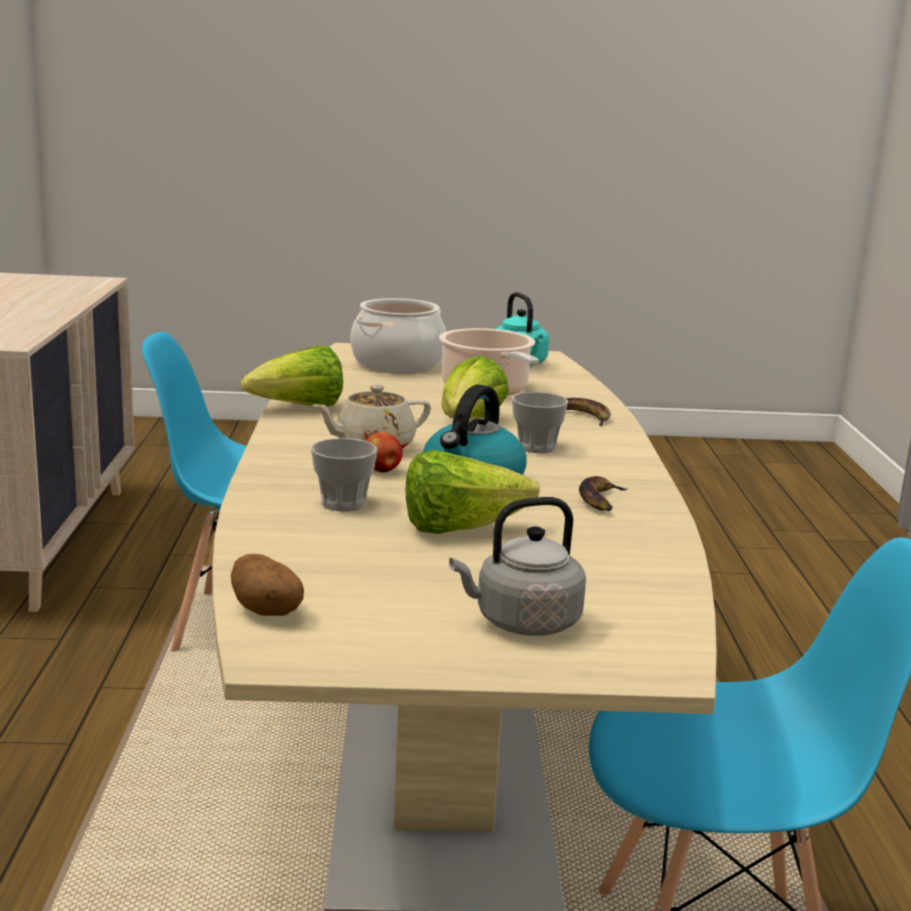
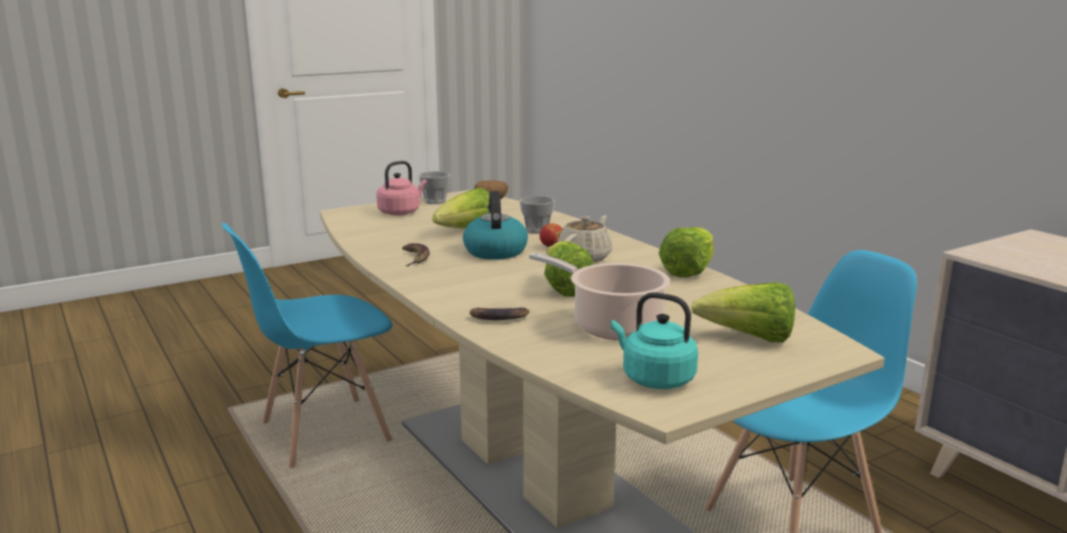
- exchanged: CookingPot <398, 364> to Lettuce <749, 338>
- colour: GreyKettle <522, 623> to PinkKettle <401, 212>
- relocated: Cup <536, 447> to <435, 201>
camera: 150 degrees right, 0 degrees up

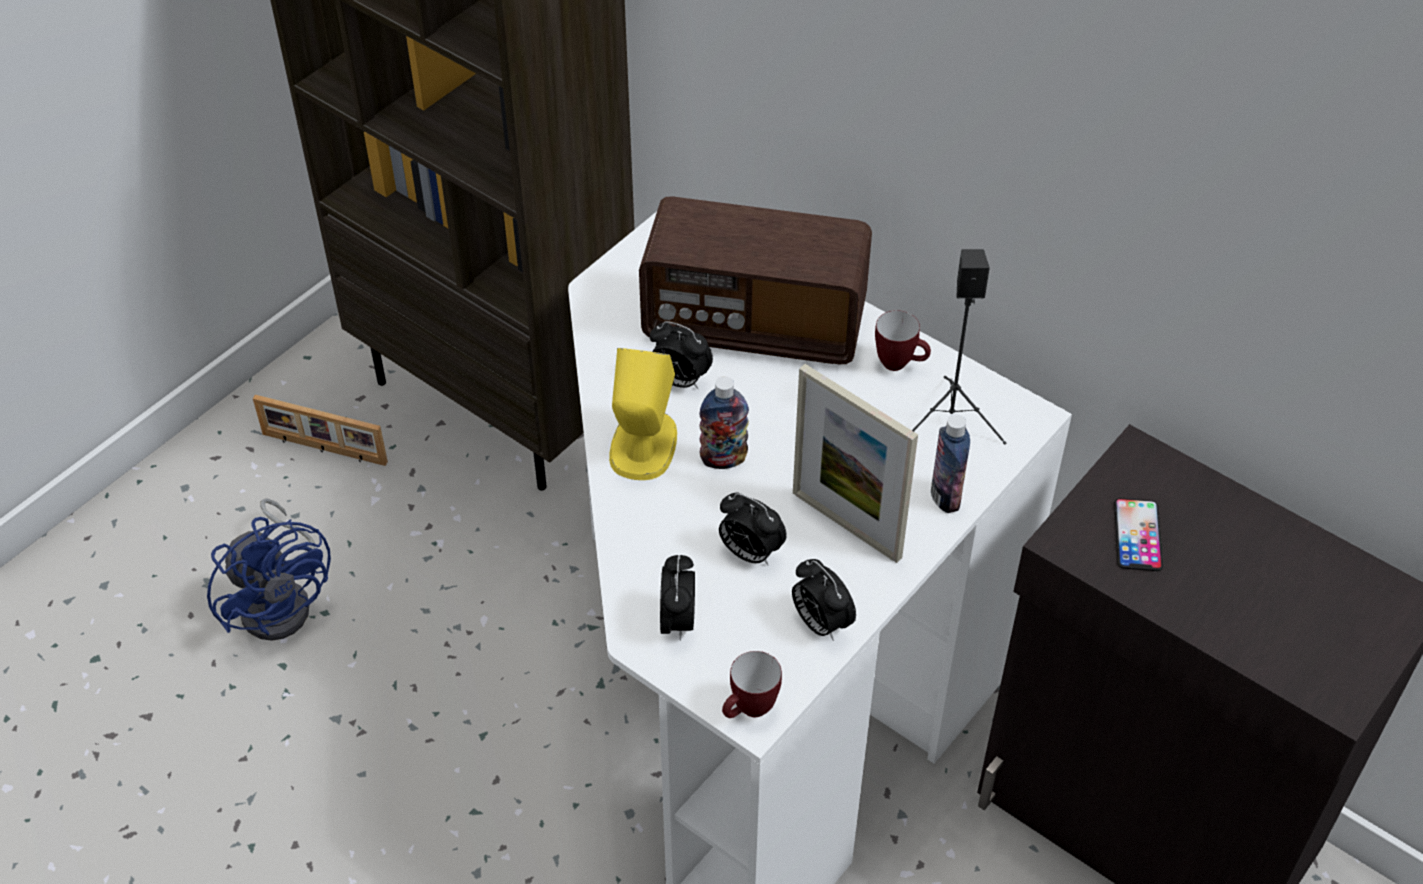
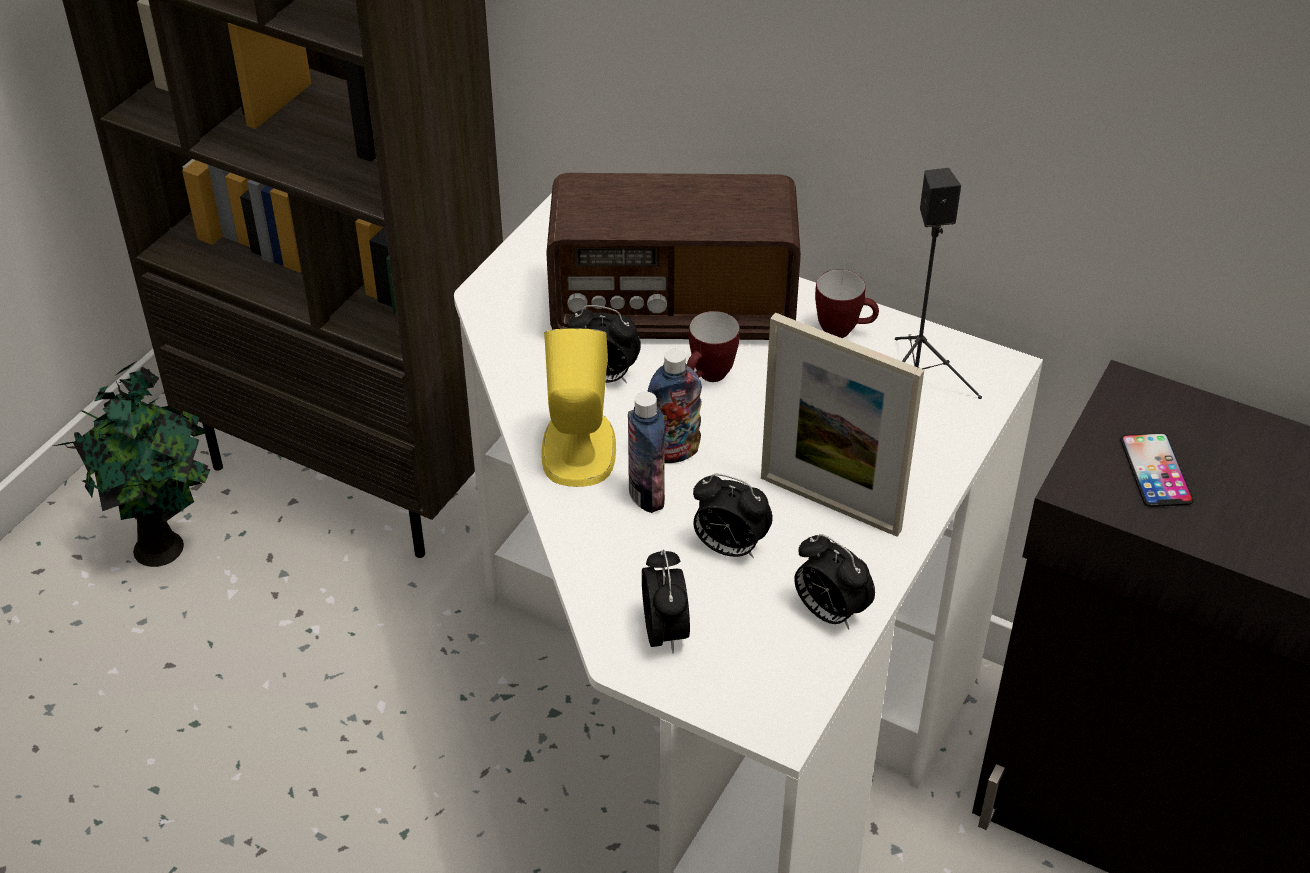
- missing: BlueFan <282, 600>
- exchanged: PictureFrame <323, 449> to PottedPlant <163, 546>
- relocated: Mug <749, 712> to <709, 378>
- relocated: Bottle <945, 497> to <646, 495>
camera: 10 degrees left, 5 degrees down

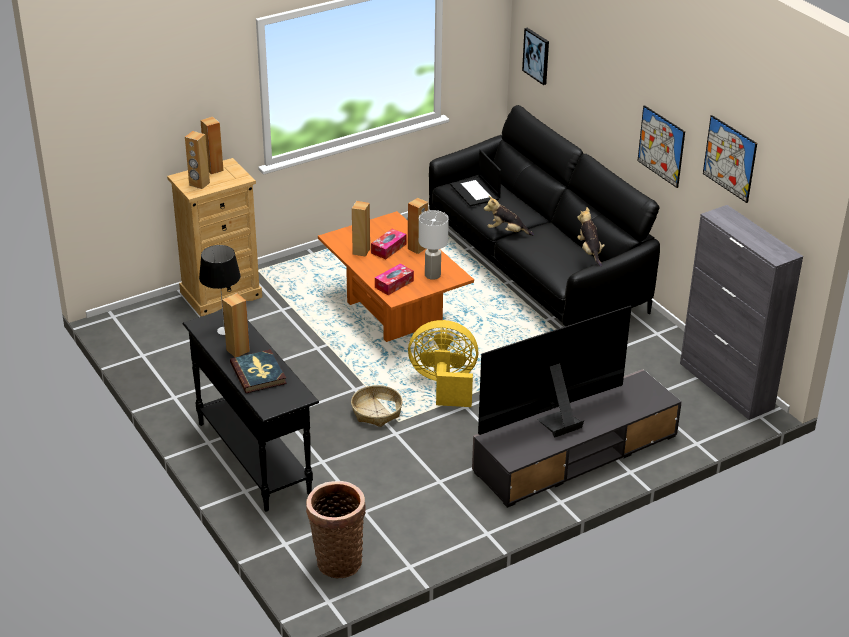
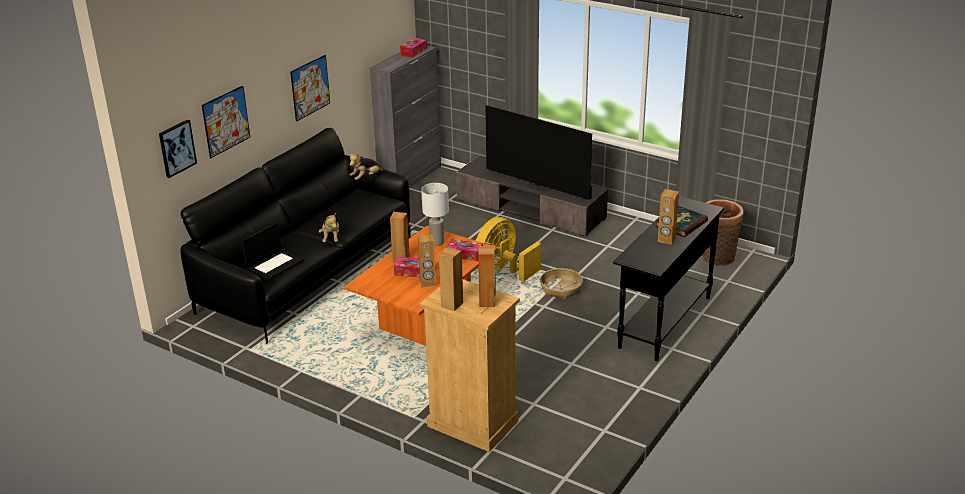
- missing: TableLamp <223, 330>
- spun: YellowFan <444, 385> = <502, 271> 60 degrees clockwise
- relocated: Picture <729, 158> to <226, 121>
- appeared: TissueBox <413, 52>
camera: 115 degrees left, 5 degrees down

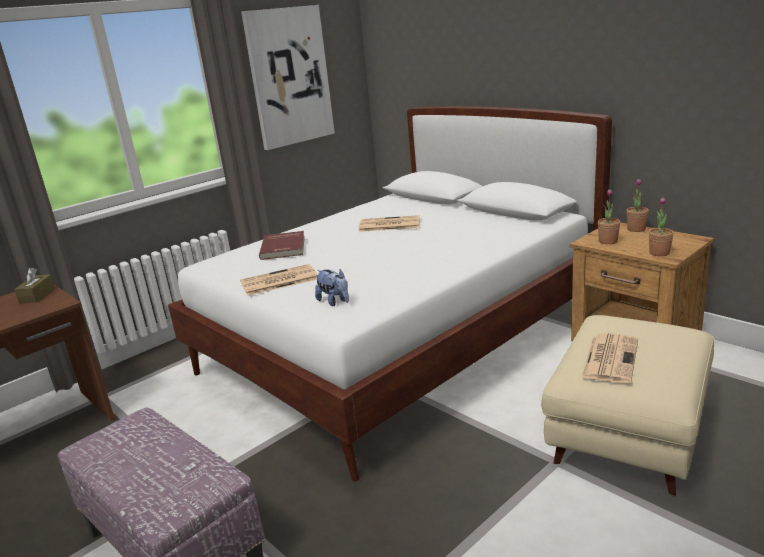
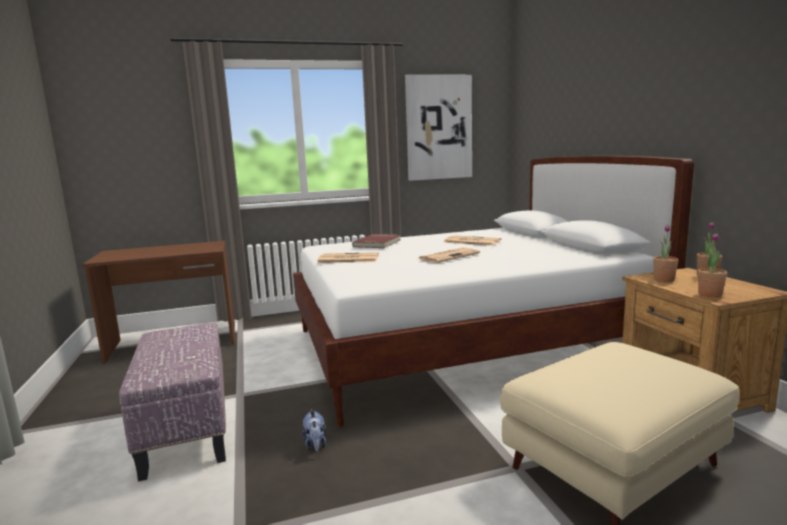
- missing: BrownTissueBox <37, 295>
- relocated: PlushToy <334, 302> to <315, 444>
- relocated: Newspaper <610, 358> to <449, 256>
camera: 25 degrees right, 10 degrees down

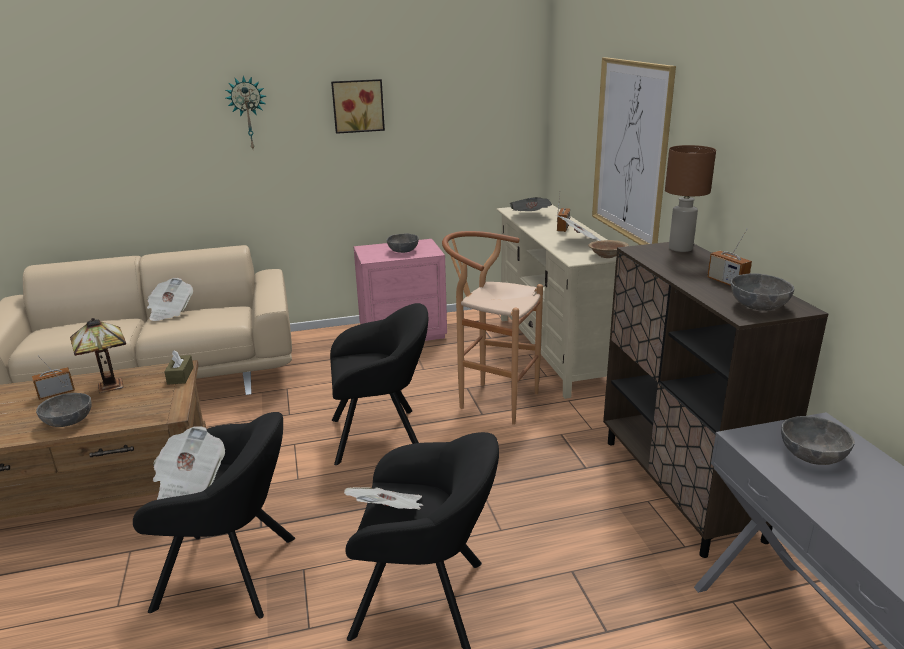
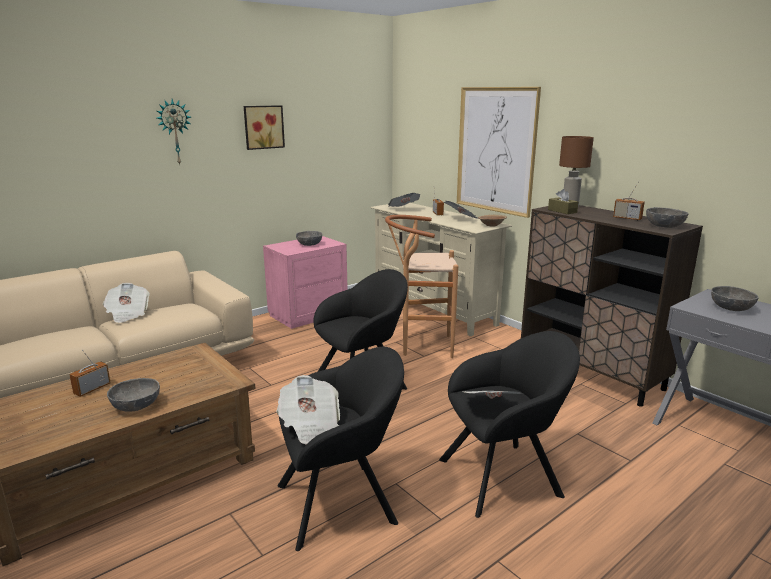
- missing: TableLamp <108, 387>
- relocated: BrownTissueBox <180, 376> to <562, 211>
camera: 25 degrees left, 5 degrees down

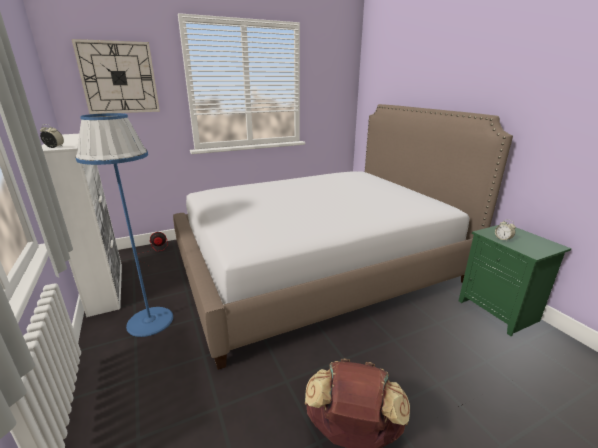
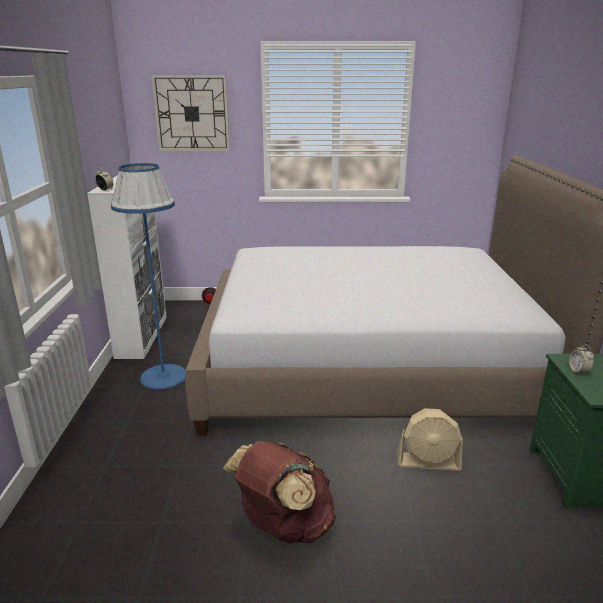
- appeared: BeigeFan <428, 462>
camera: 25 degrees right, 0 degrees up

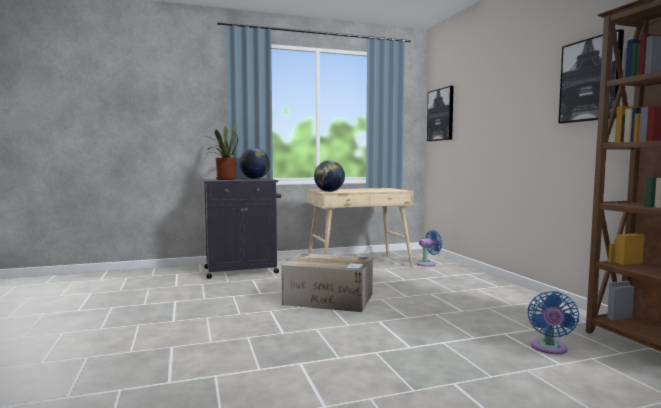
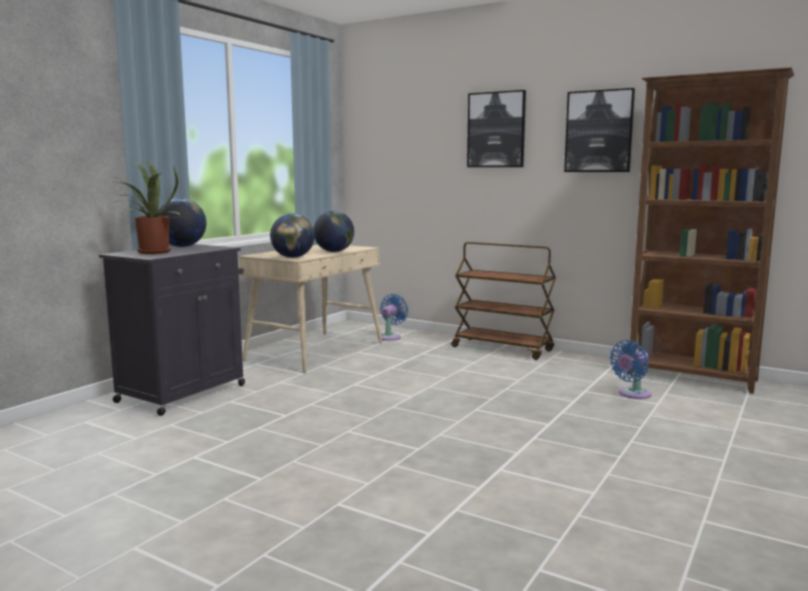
- missing: CardboardBox <330, 299>
- relocated: Picture <441, 115> to <496, 130>
- spun: BlueFan <549, 348> = <632, 394> 75 degrees clockwise
- appeared: Globe <334, 252>
- appeared: BrownCart <503, 349>
camera: 40 degrees left, 5 degrees up

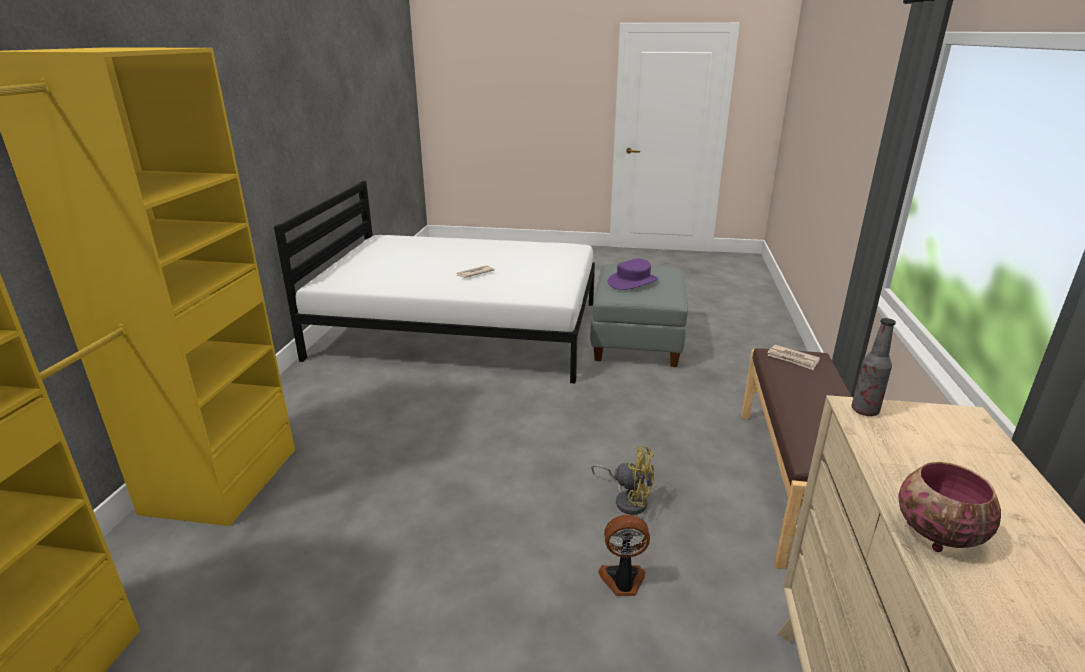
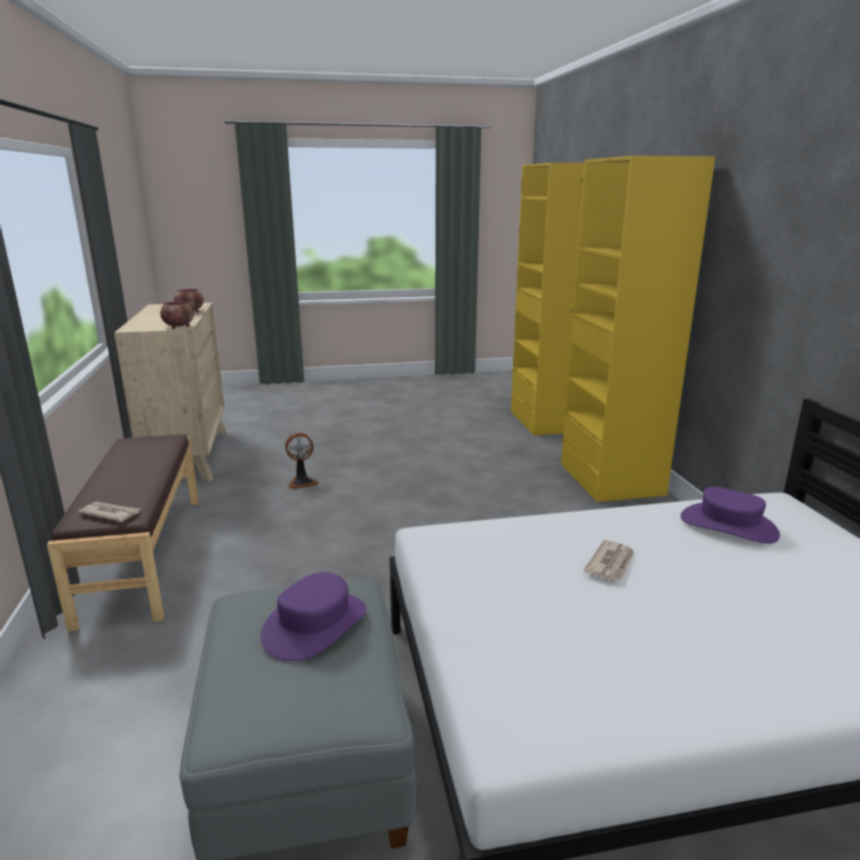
- missing: YellowFan <628, 499>
- exchanged: Bottle <864, 411> to Bowl <179, 327>
- appeared: PurpleHat <728, 525>
camera: 160 degrees right, 5 degrees down

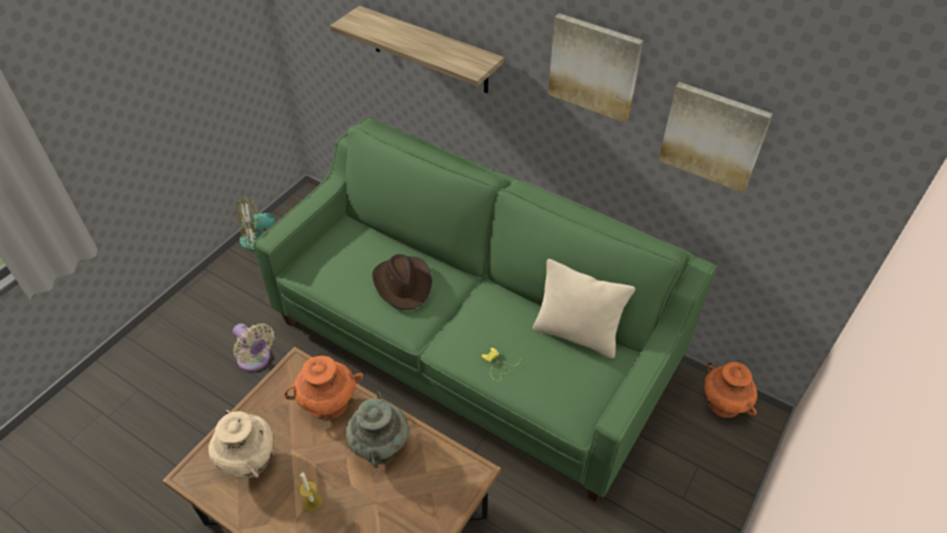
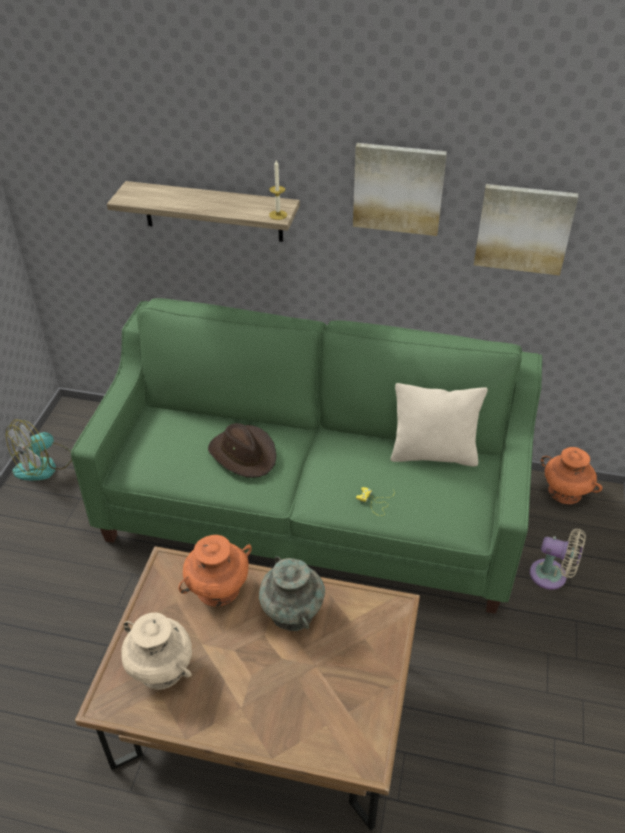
- relocated: BeigeFan <256, 360> to <552, 576>
- relocated: Candle <312, 502> to <278, 215>
camera: 20 degrees left, 5 degrees down

